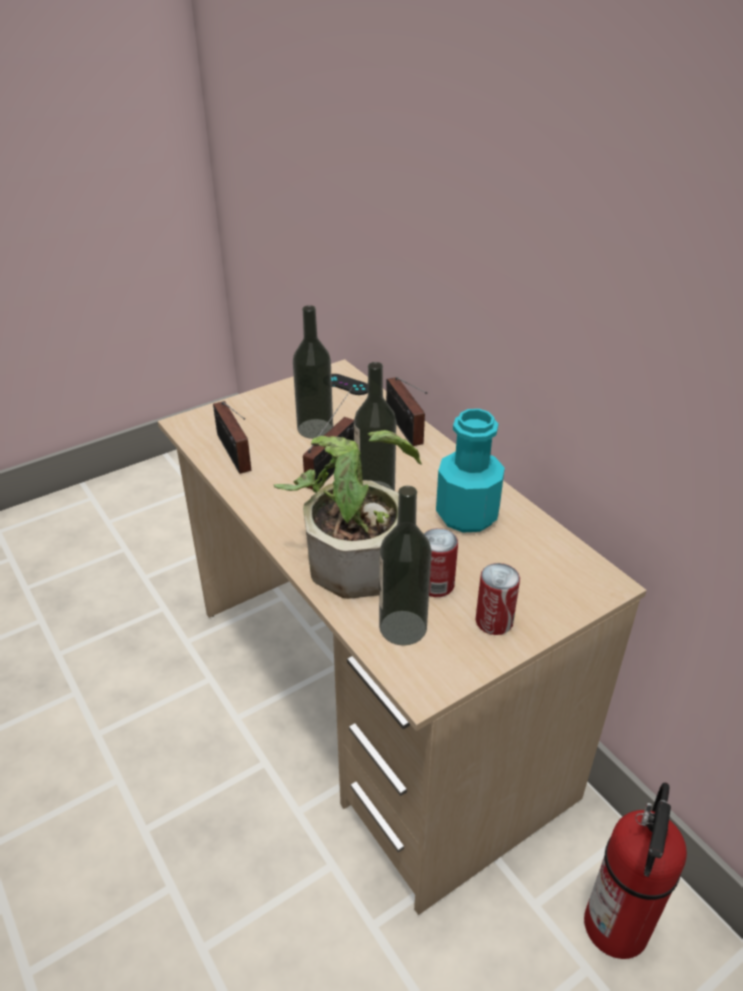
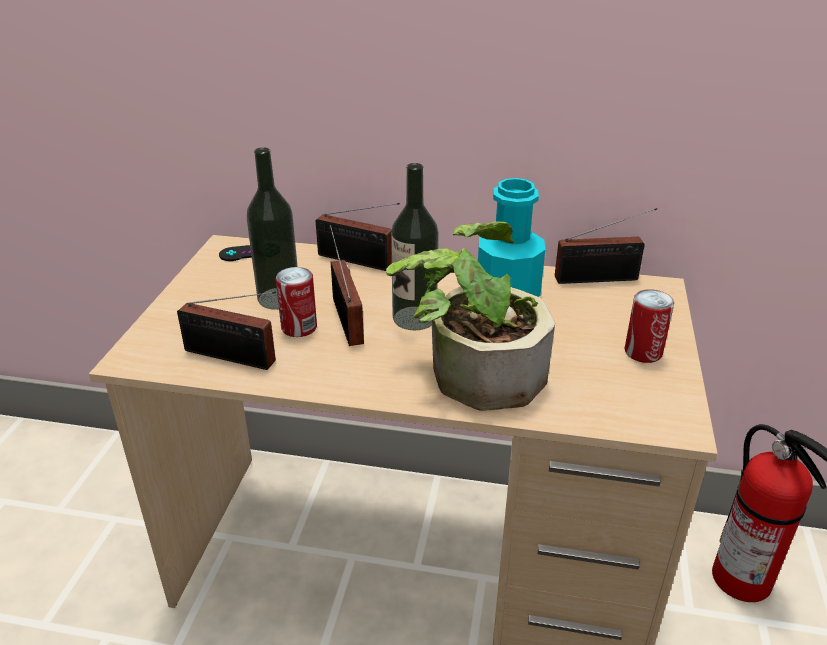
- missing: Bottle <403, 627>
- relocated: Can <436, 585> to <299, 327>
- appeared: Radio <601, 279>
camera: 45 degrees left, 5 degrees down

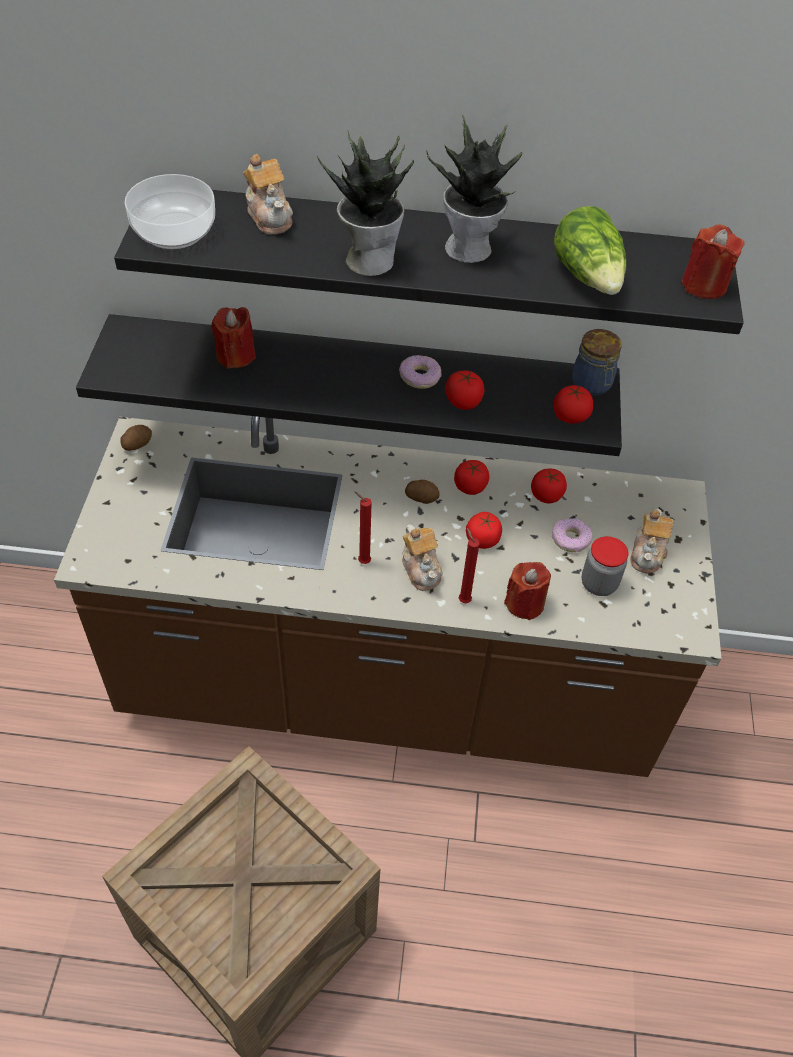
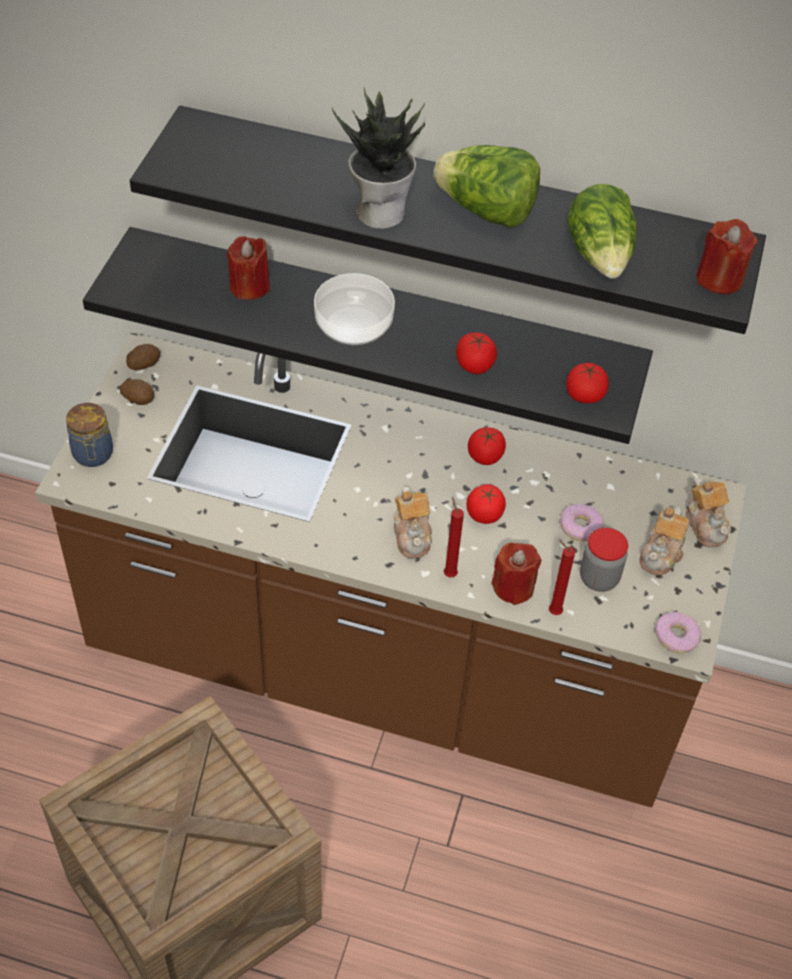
- relocated: Bowl <173, 231> to <353, 326>
- relocated: Teapot <270, 216> to <706, 524>
- relocated: RedCandle <362, 561> to <552, 611>
- relocated: Donut <420, 377> to <676, 636>
- relocated: Potato <422, 497> to <138, 398>
- exchanged: PottedPlant <470, 249> to Lettuce <486, 211>
- missing: Tomato <546, 495>
- relocated: Jar <592, 385> to <93, 455>
camera: 10 degrees right, 0 degrees up

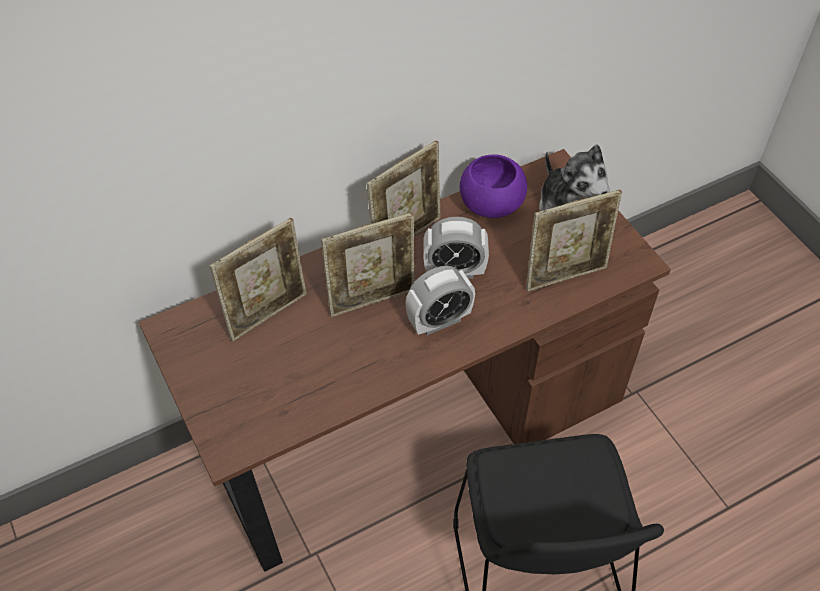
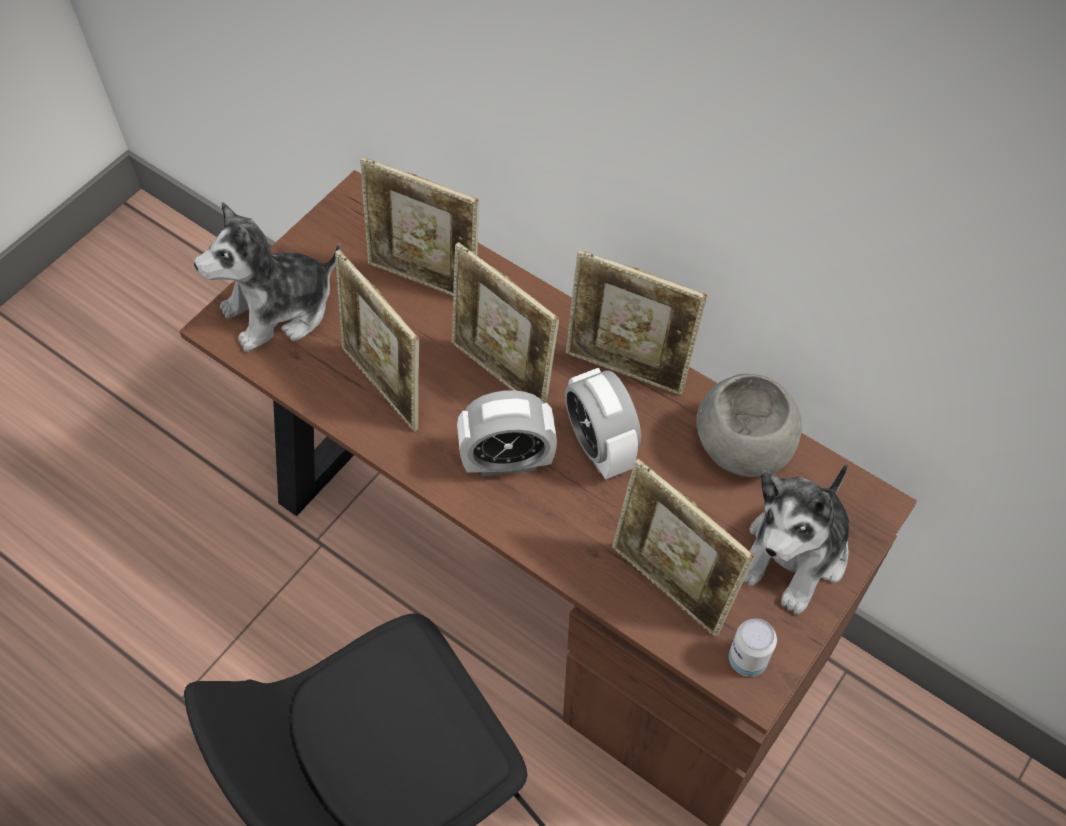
- spun: AlarmClock <439, 321> = <507, 461> 45 degrees counterclockwise
- colour: PurpleBowl <491, 206> to GreyBowl <742, 448>
- appeared: PlushToy <280, 310>
- appeared: PictureFrame <385, 386>
- appeared: Can <747, 659>
camera: 65 degrees right, 5 degrees up

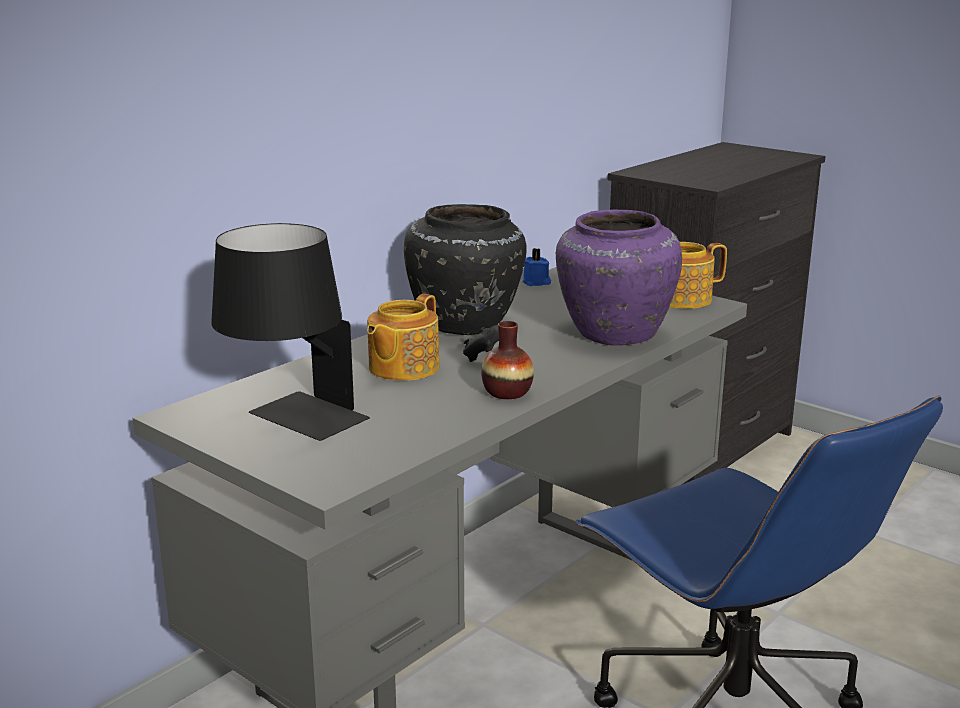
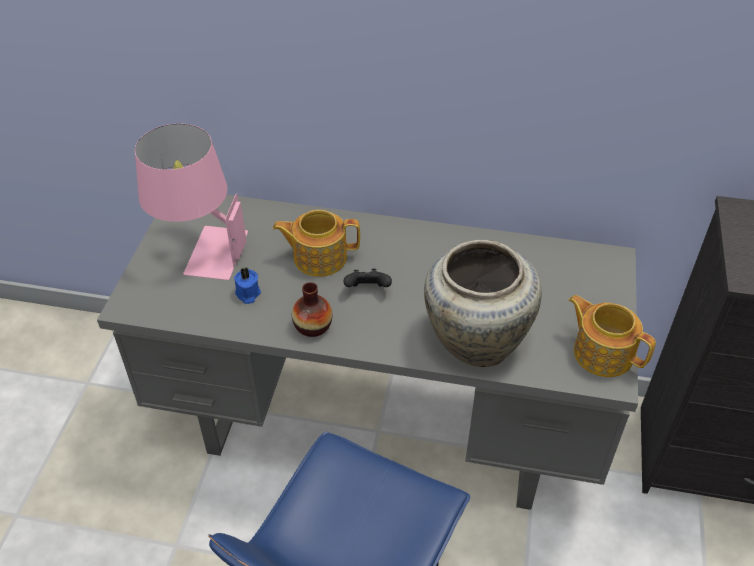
- colour: BlackTableLamp <291, 423> to PinkTableLamp <200, 250>
- missing: BlackVase <466, 325>
- relocated: BlueCandle <537, 282> to <247, 294>
- colour: PurpleVase <613, 334> to BeigeVase <475, 340>
camera: 60 degrees right, 25 degrees up

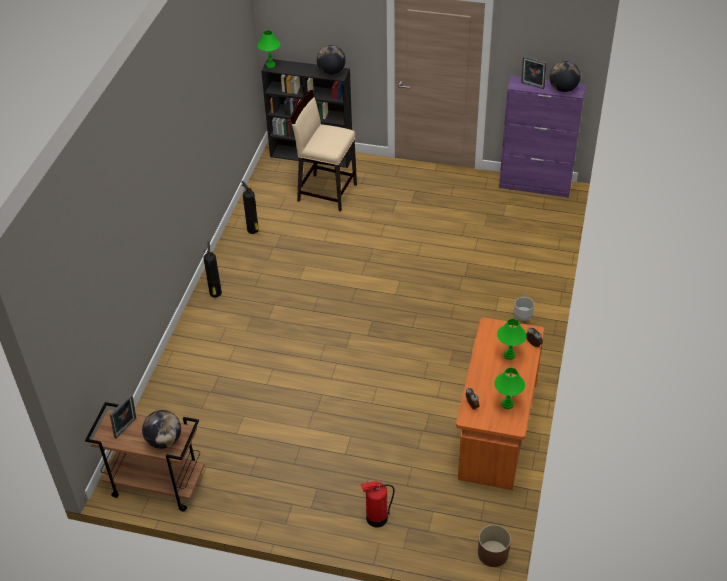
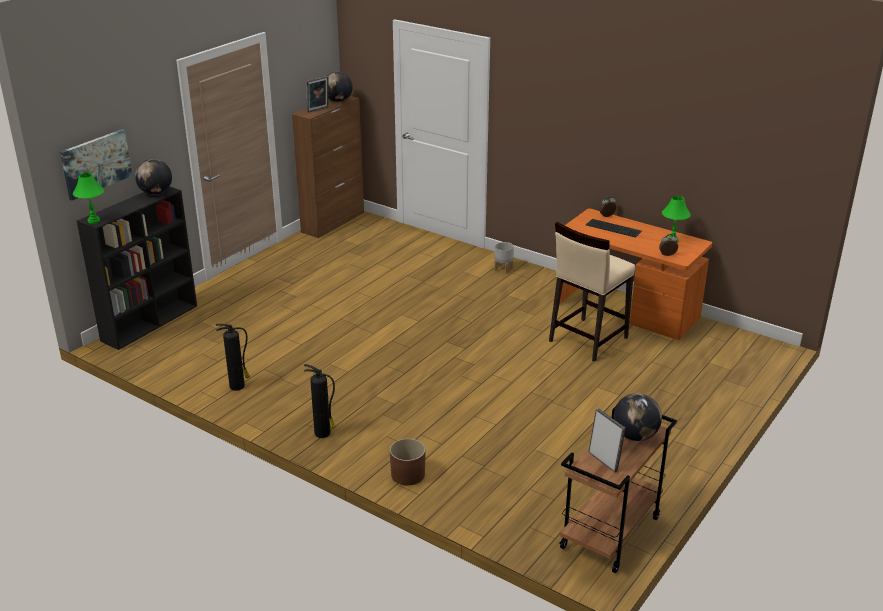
- relocated: BeigeStool <326, 192> to <587, 339>
- missing: FireExtinguisher <376, 518>
- relocated: BrownPlanter <493, 553> to <408, 474>
- exchanged: GreenTableLamp <509, 355> to Keyboard <614, 228>
- colour: PurpleCabinet <535, 186> to BrownCabinet <333, 222>
- appeared: Picture <96, 163>
camera: 70 degrees left, 15 degrees down

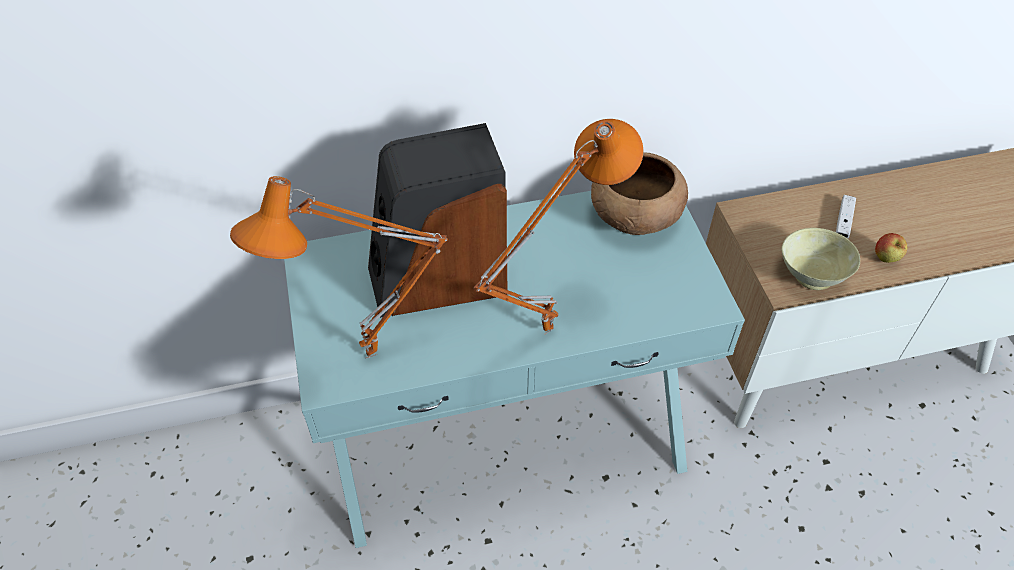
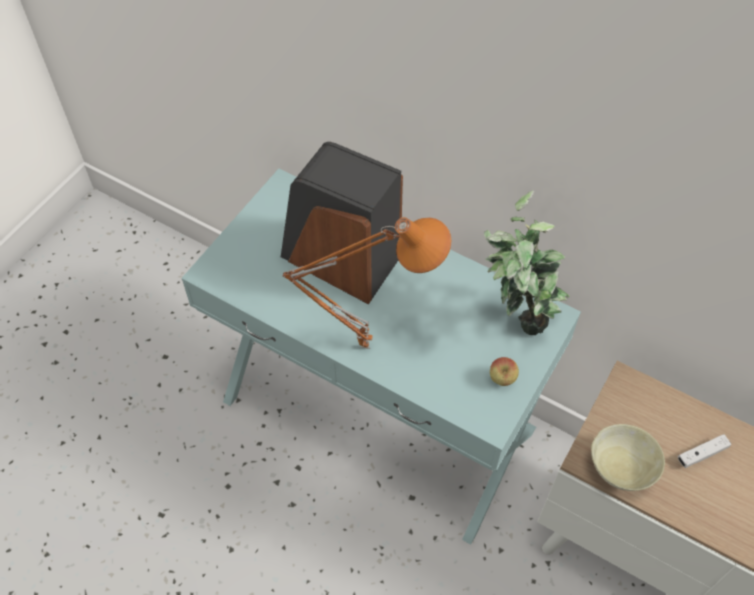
- missing: OrangeTableLamp <373, 360>
- exchanged: BrownBowl <634, 216> to PottedPlant <516, 318>
- relocated: Apple <885, 258> to <502, 379>
camera: 45 degrees right, 5 degrees up

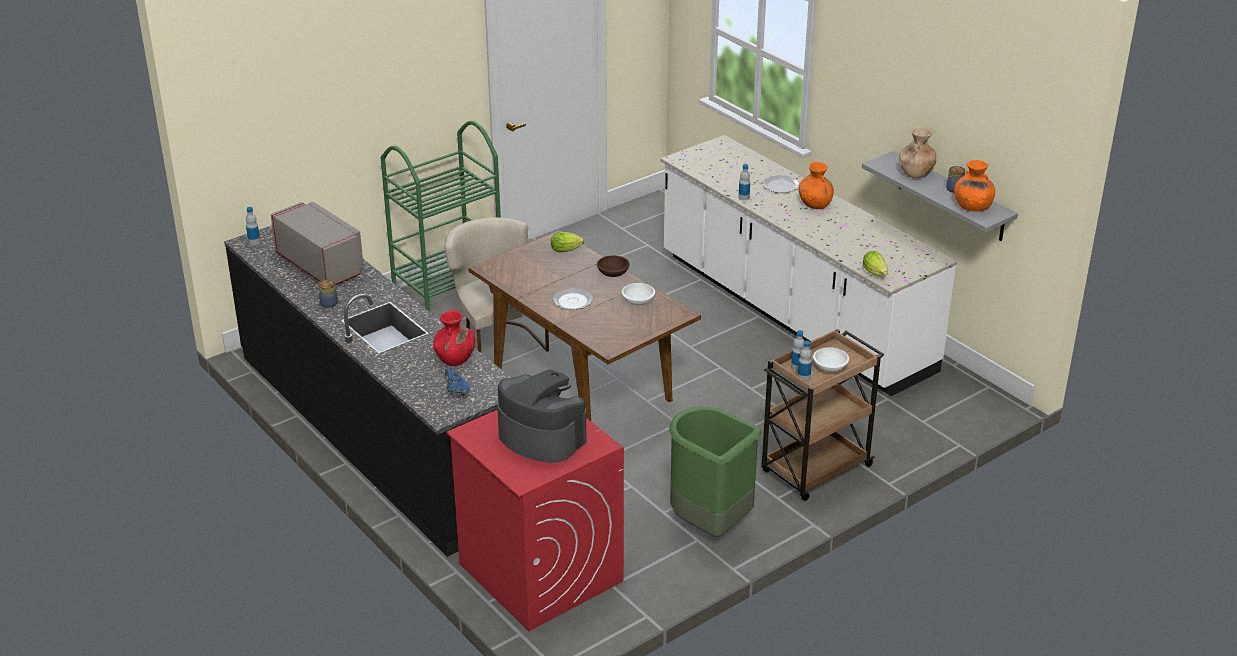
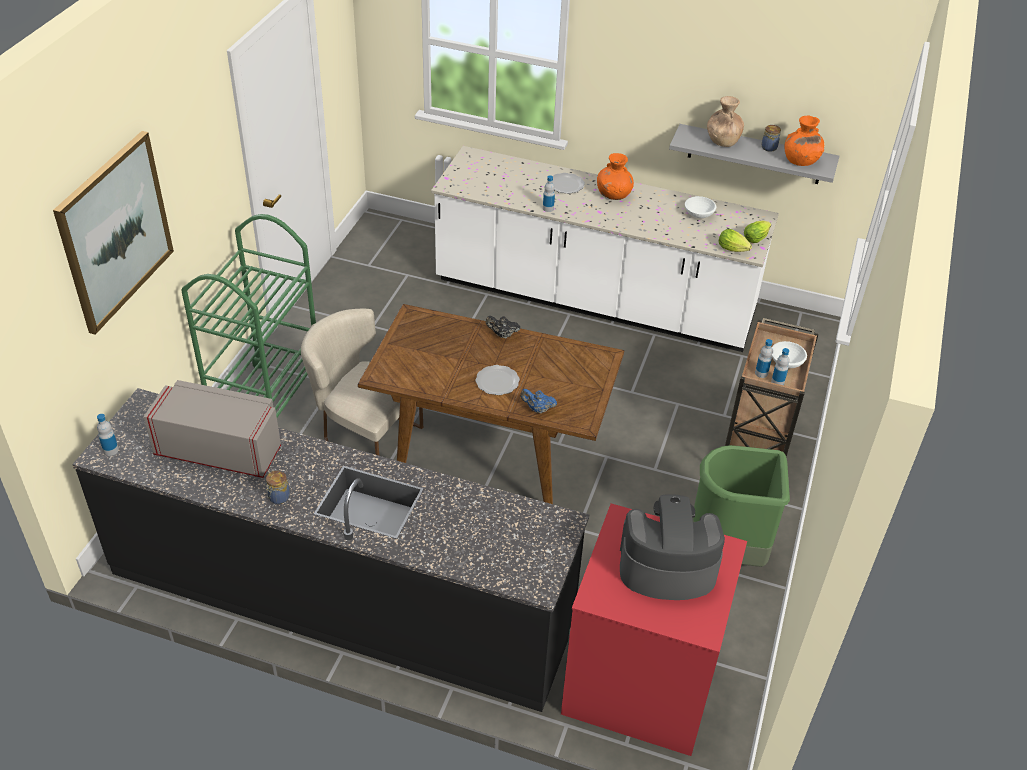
- missing: RedVase <455, 359>
- relocated: BlueTeapot <457, 394> to <537, 409>
- relocated: Lettuce <567, 250> to <756, 238>
- exchanged: BrownBowl <612, 273> to BlackTeapot <502, 335>
- relocated: WhiteBowl <638, 302> to <699, 214>
- appeared: Picture <115, 231>
camera: 35 degrees left, 10 degrees up

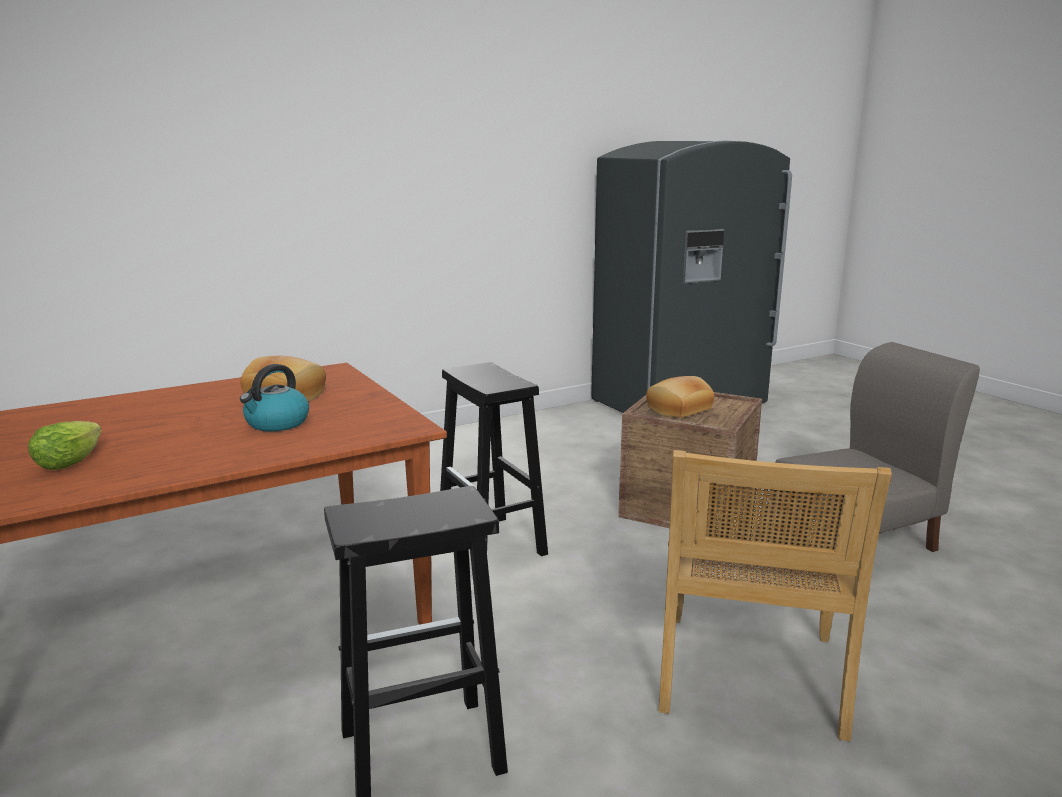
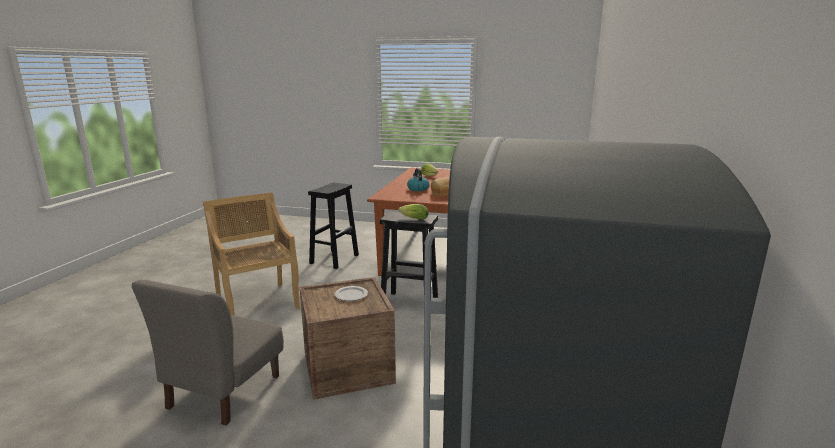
- exchanged: Bread <680, 410> to Plate <350, 295>
- appeared: Lettuce <412, 218>
camera: 135 degrees right, 0 degrees up

